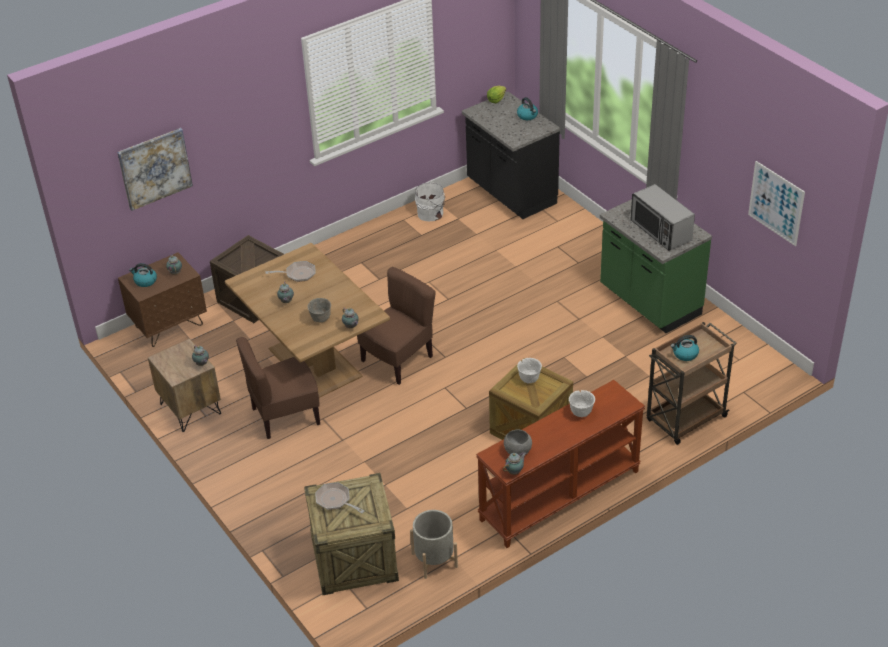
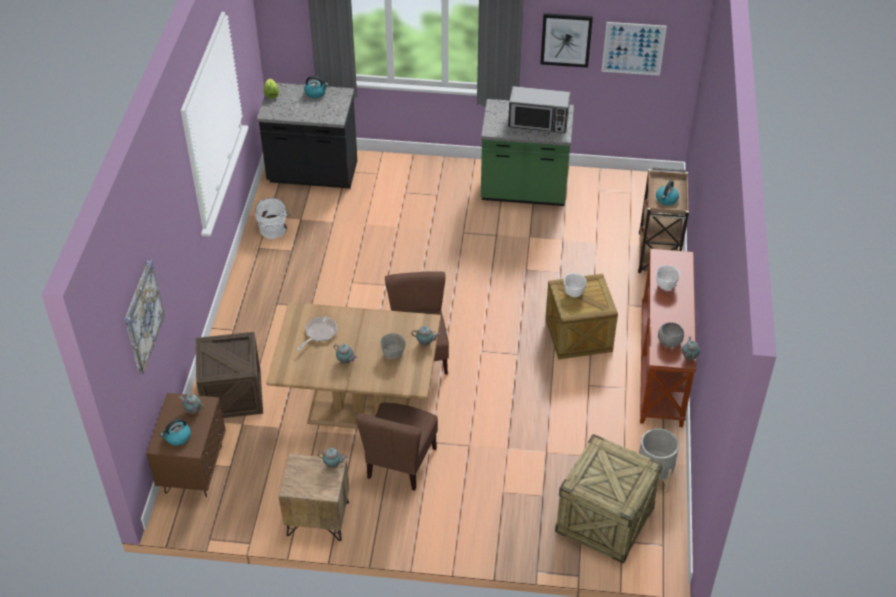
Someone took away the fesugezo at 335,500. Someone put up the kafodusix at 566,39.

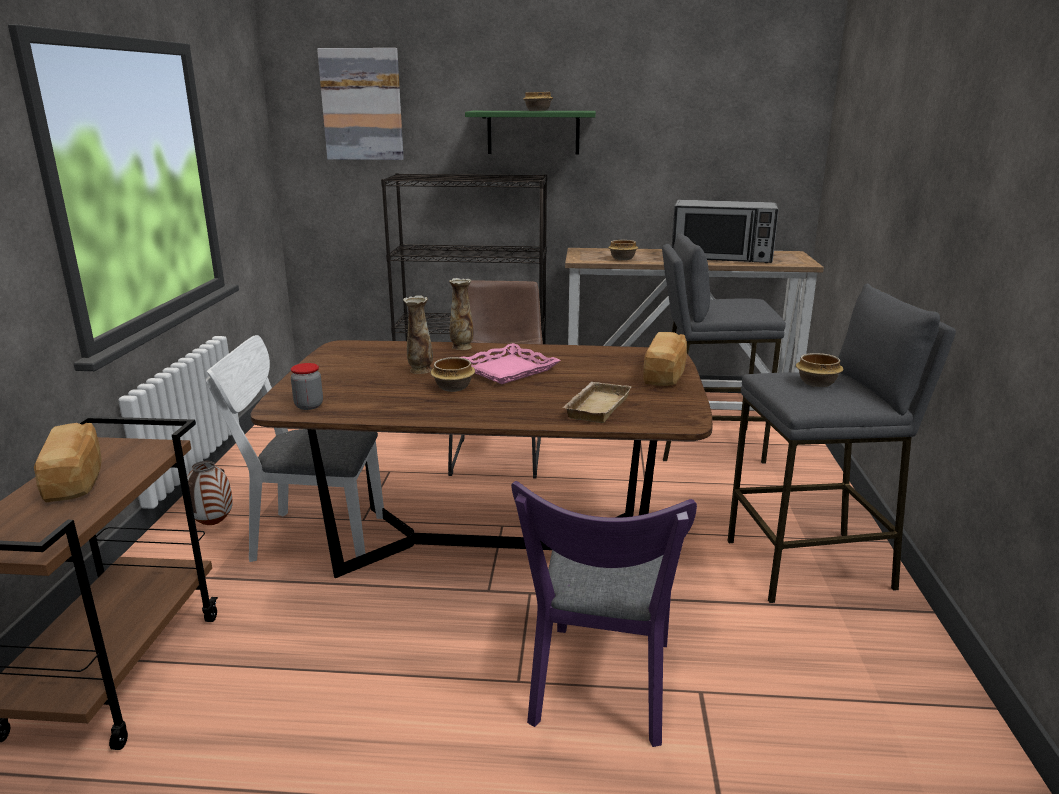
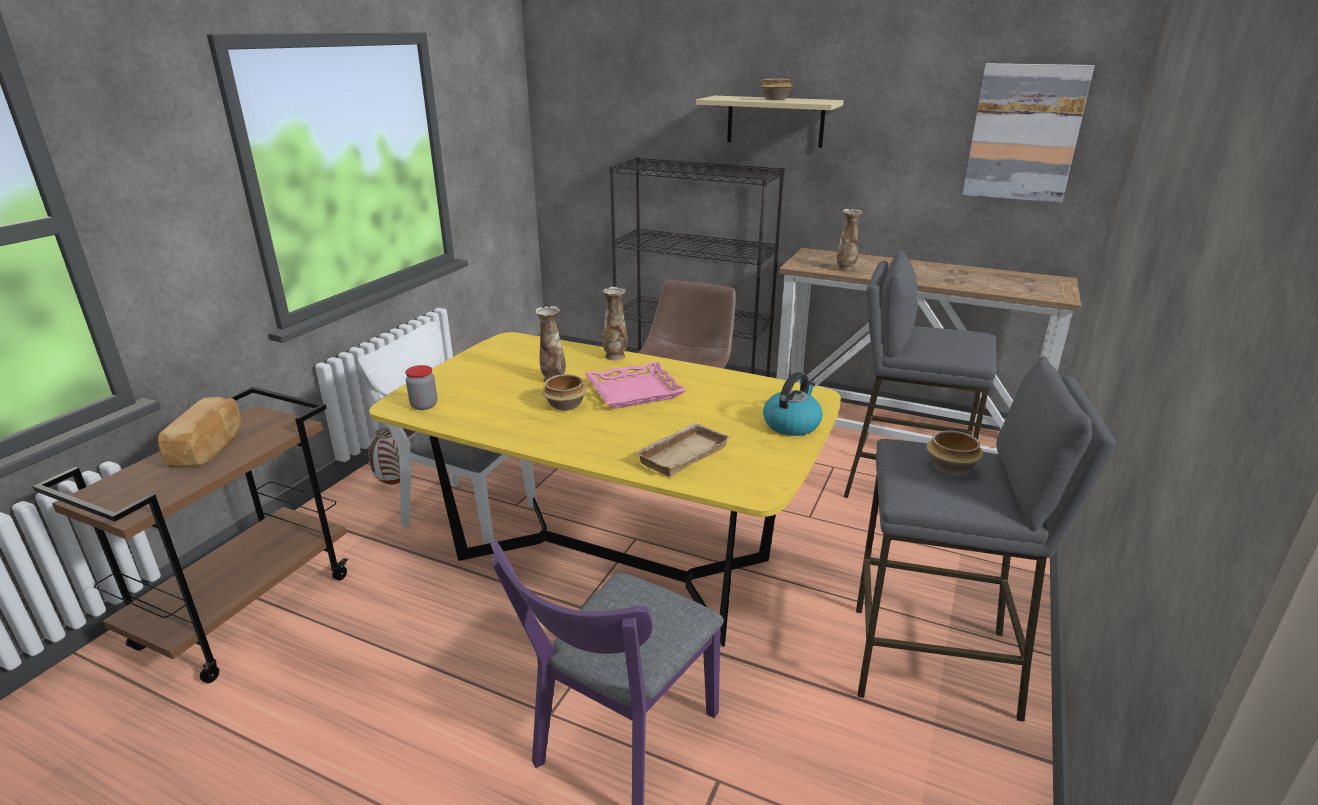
Someone took away the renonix at 721,257. Someone carried the kafodusix from 362,105 to 1024,133. Someone swapped the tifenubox at 622,259 for the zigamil at 845,269. Someone swapped the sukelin at 666,374 for the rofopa at 791,424. Someone repainted the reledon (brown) at 493,547, which became the reledon (yellow) at 613,561. Someone repainted the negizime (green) at 533,132, which became the negizime (beige) at 775,121.

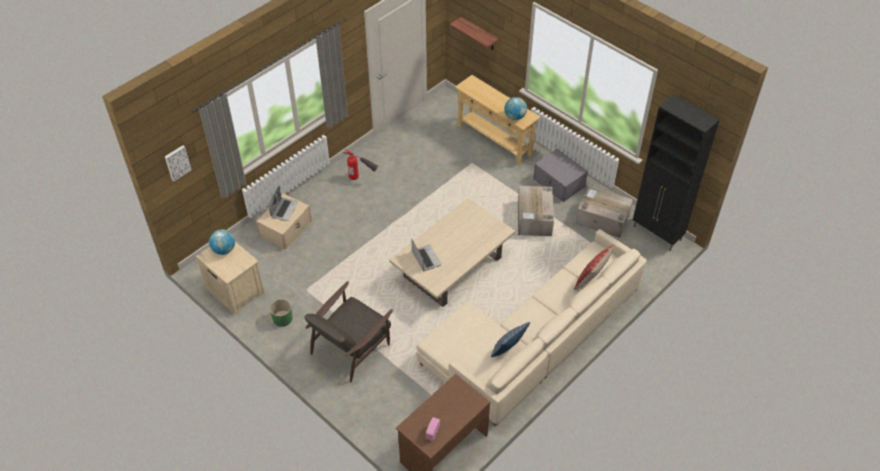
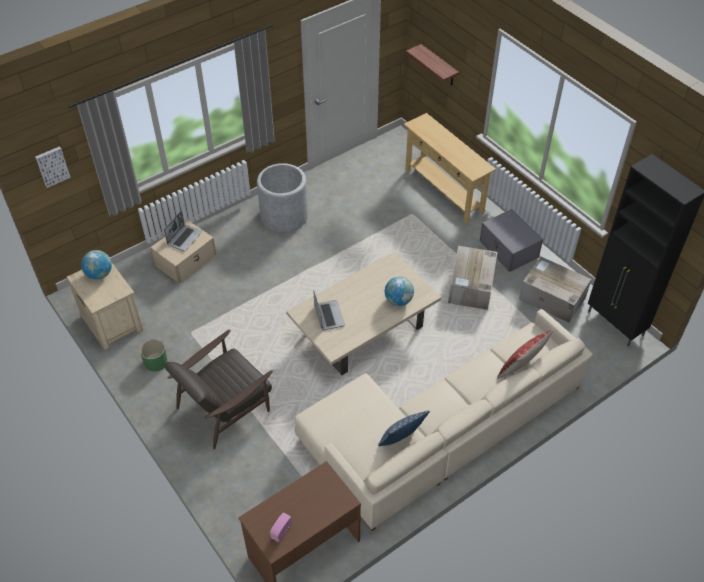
Someone carried the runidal from 515,117 to 398,300. Someone swapped the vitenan at 362,179 for the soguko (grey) at 284,216.

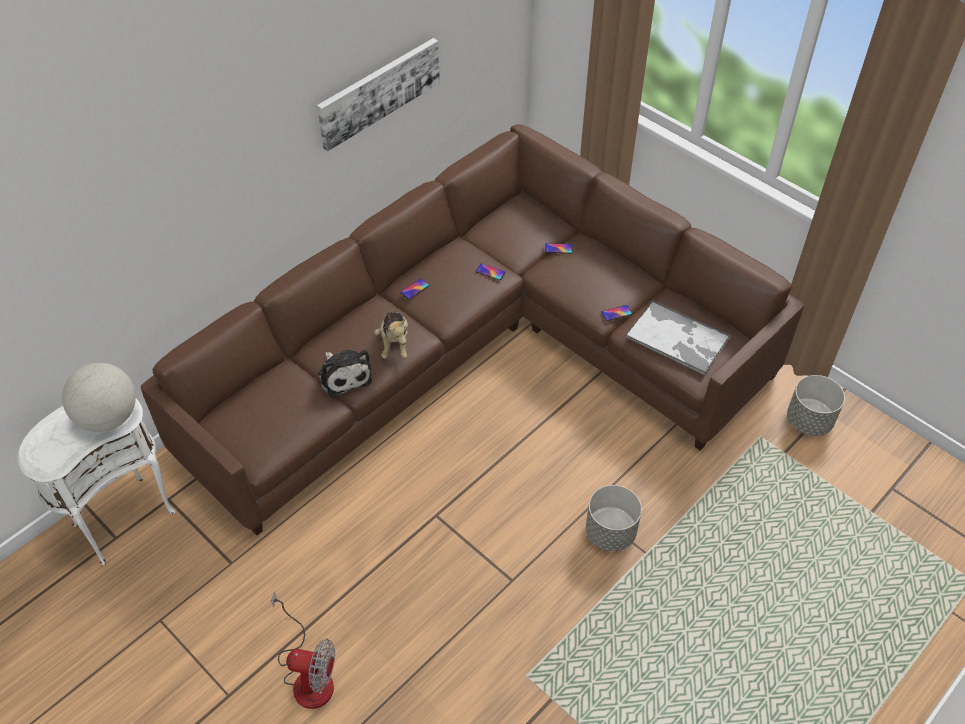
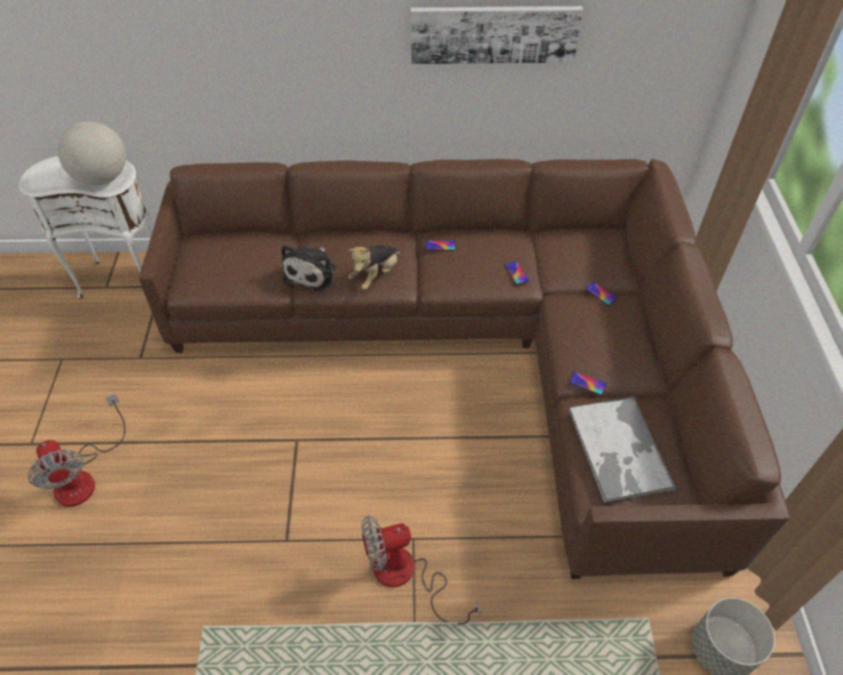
Someone swapped the soguko (grey) at 611,532 for the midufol at 406,576.

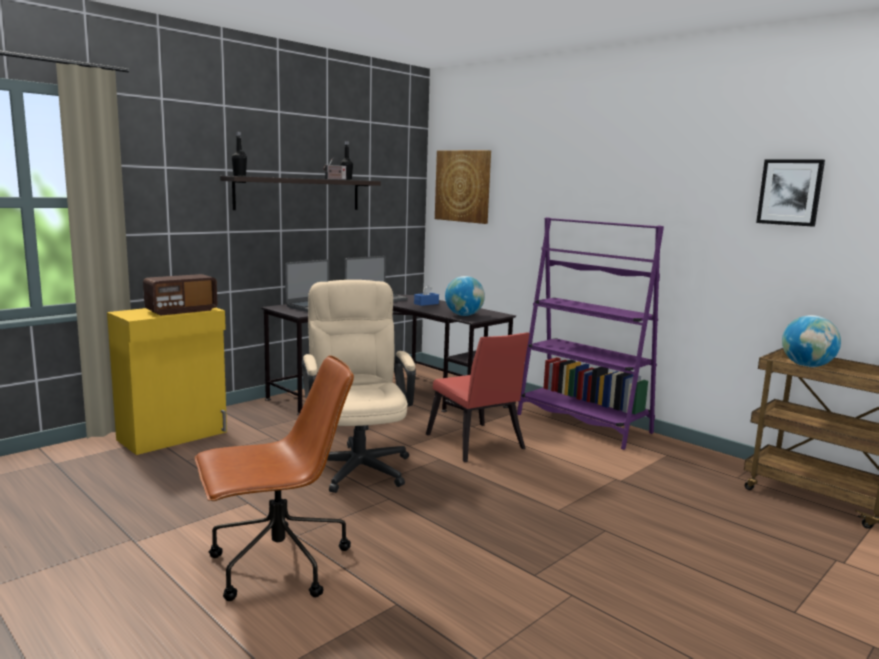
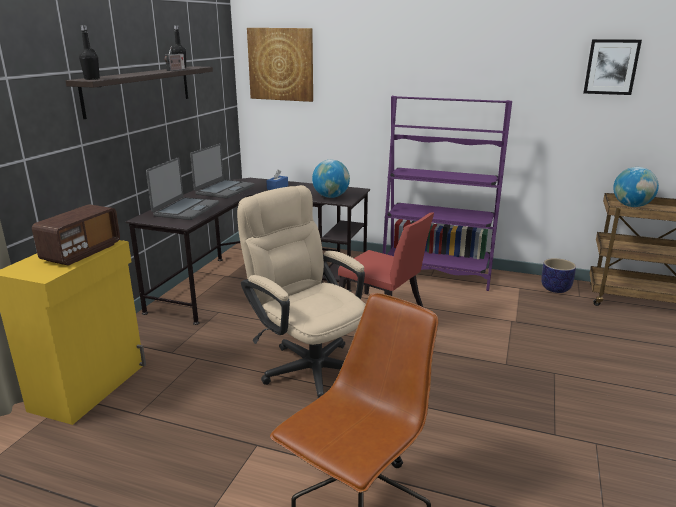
Someone put down the soguko at 555,289.

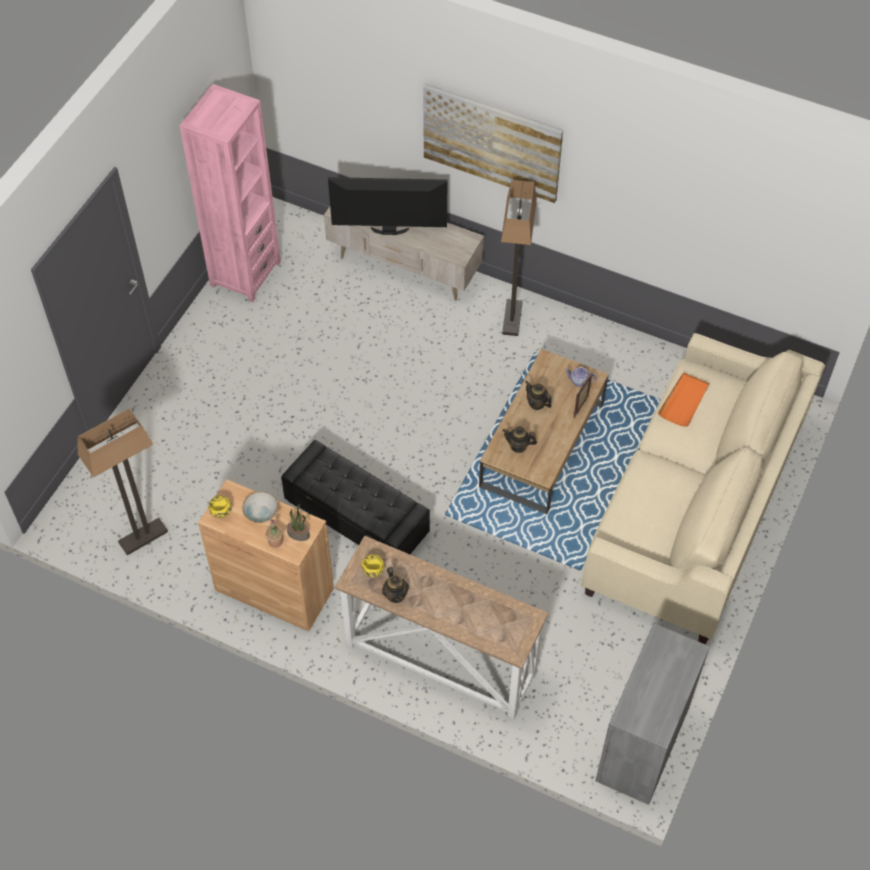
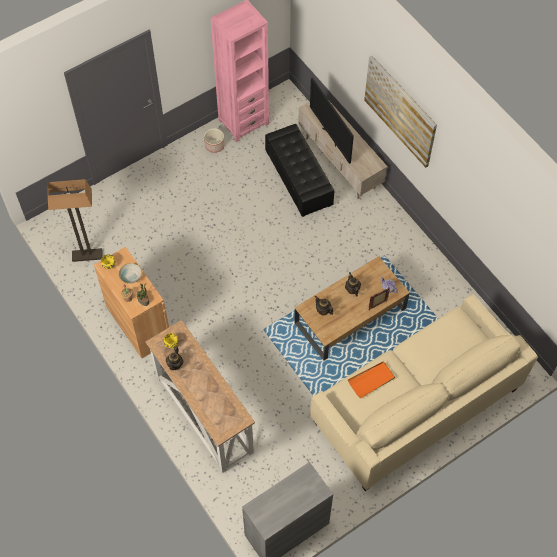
Someone took away the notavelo at 512,319. Someone put down the soguko at 214,145. Someone carried the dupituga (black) from 356,517 to 298,179. Someone carried the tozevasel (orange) from 684,401 to 371,380. Someone rotated the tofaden at 389,231 by 150 degrees counterclockwise.

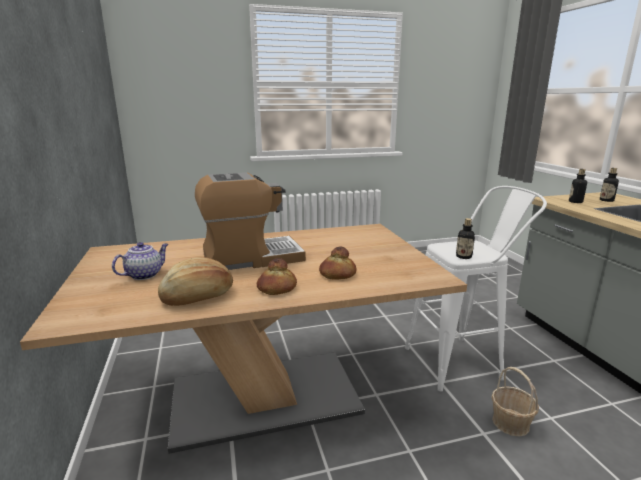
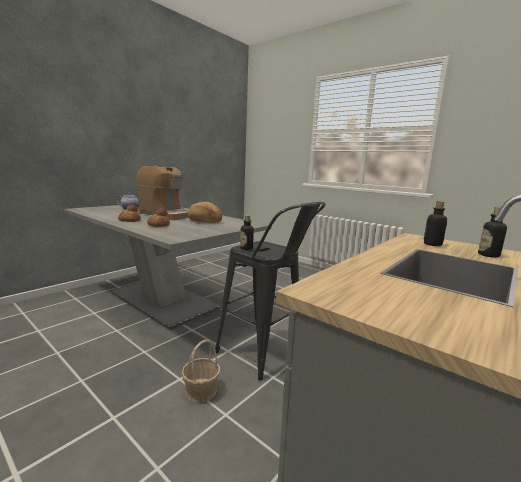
Someone carried the sukelin from 198,296 to 204,221. Someone repainted the reledon (brown) at 265,397, which became the reledon (grey) at 164,300. Someone repainted the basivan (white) at 461,362, which became the basivan (black) at 265,355.

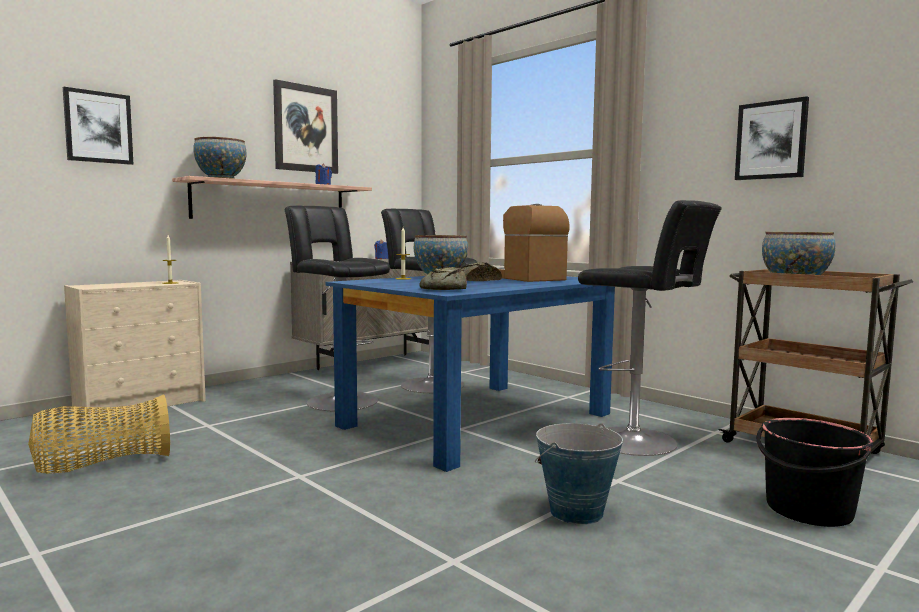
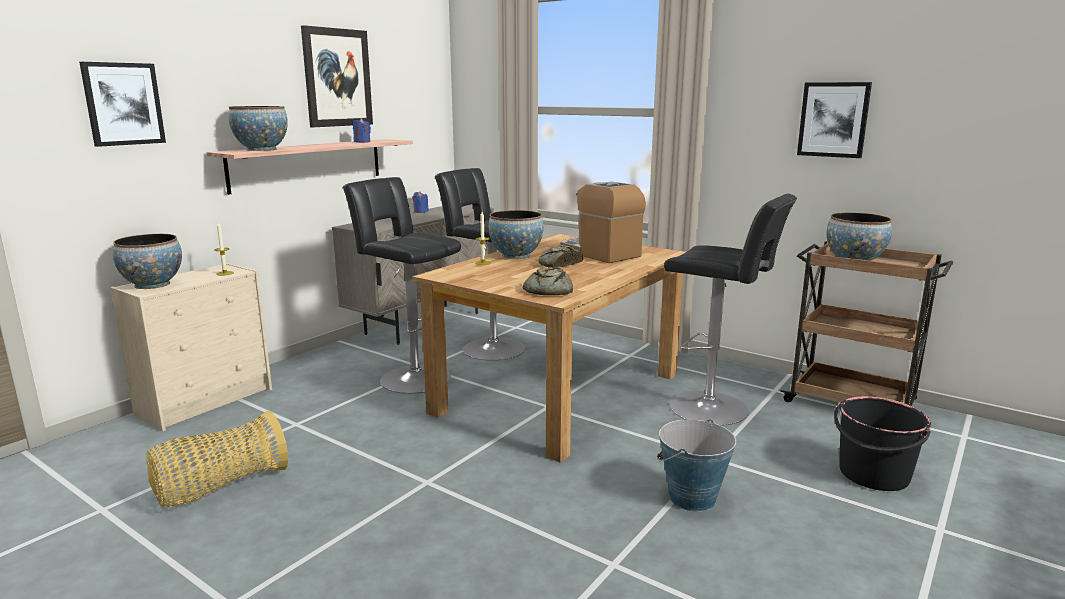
Someone put down the tifenubox at 153,285. Someone repainted the reledon (blue) at 477,420, which became the reledon (brown) at 559,394.

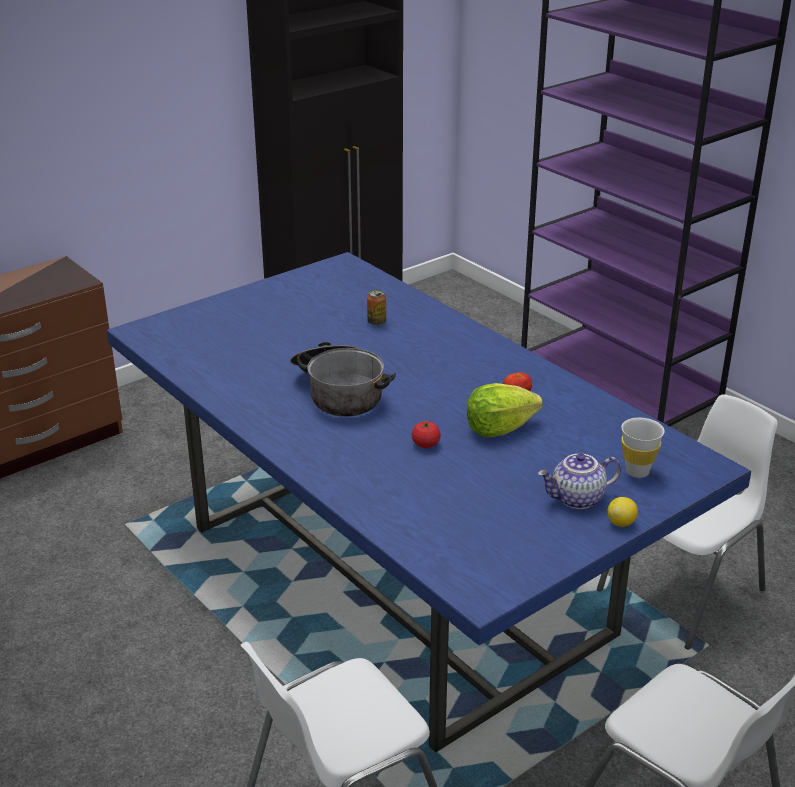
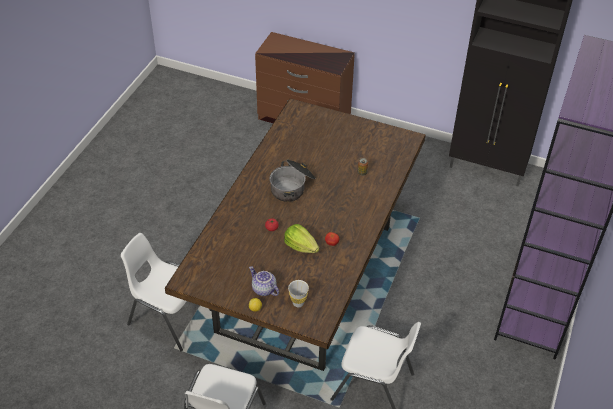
Someone repainted the reledon (blue) at 398,582, which became the reledon (brown) at 305,279.

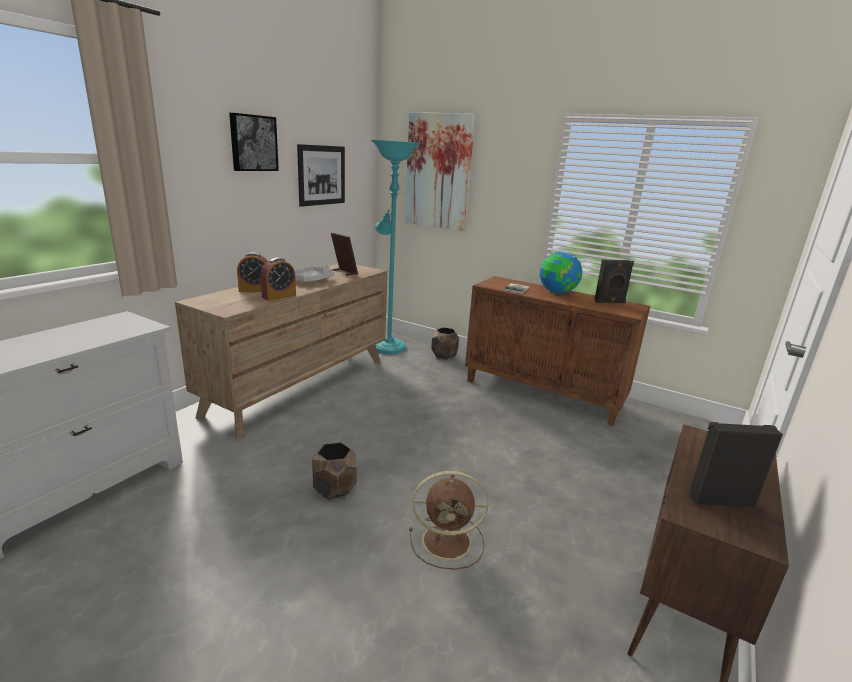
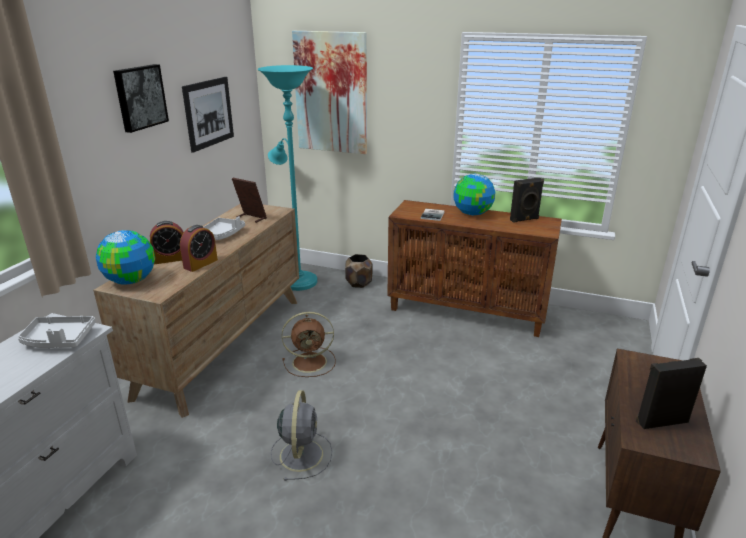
Someone put down the tozevasel (grey) at 59,340. Someone put down the runidal at 130,280. Someone carried the midufol (brown) from 449,541 to 311,362. Someone swapped the soguko (brown) at 334,489 for the midufol (grey) at 301,453.

